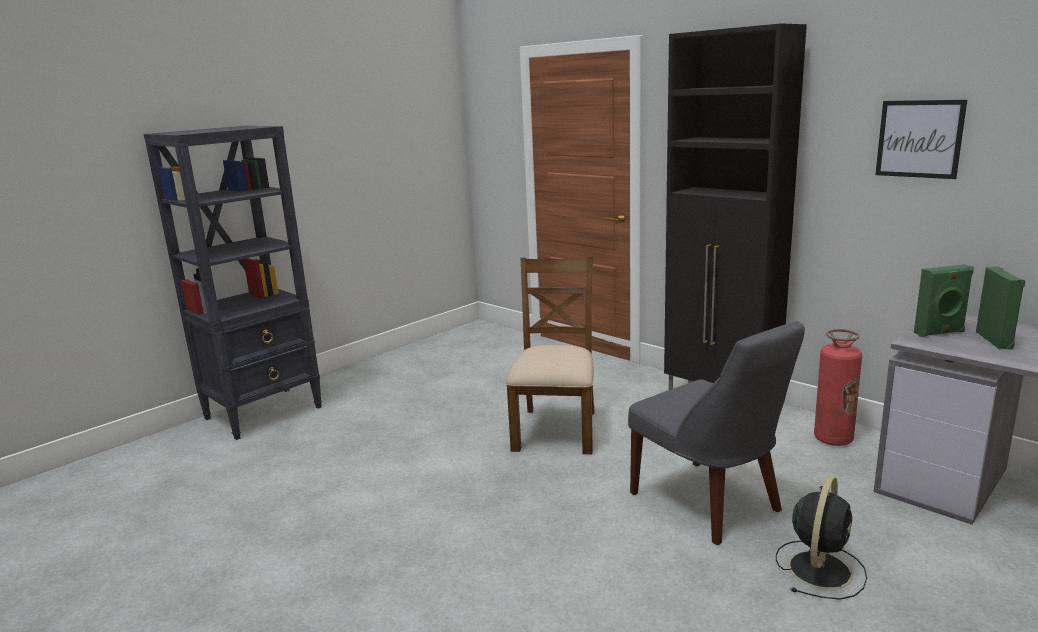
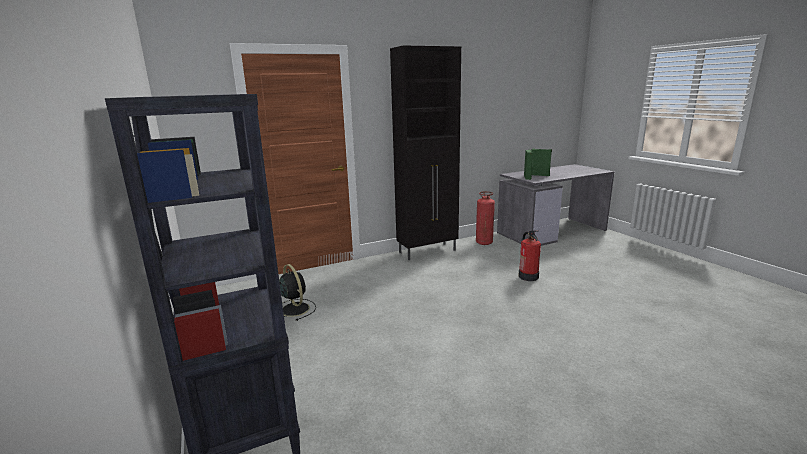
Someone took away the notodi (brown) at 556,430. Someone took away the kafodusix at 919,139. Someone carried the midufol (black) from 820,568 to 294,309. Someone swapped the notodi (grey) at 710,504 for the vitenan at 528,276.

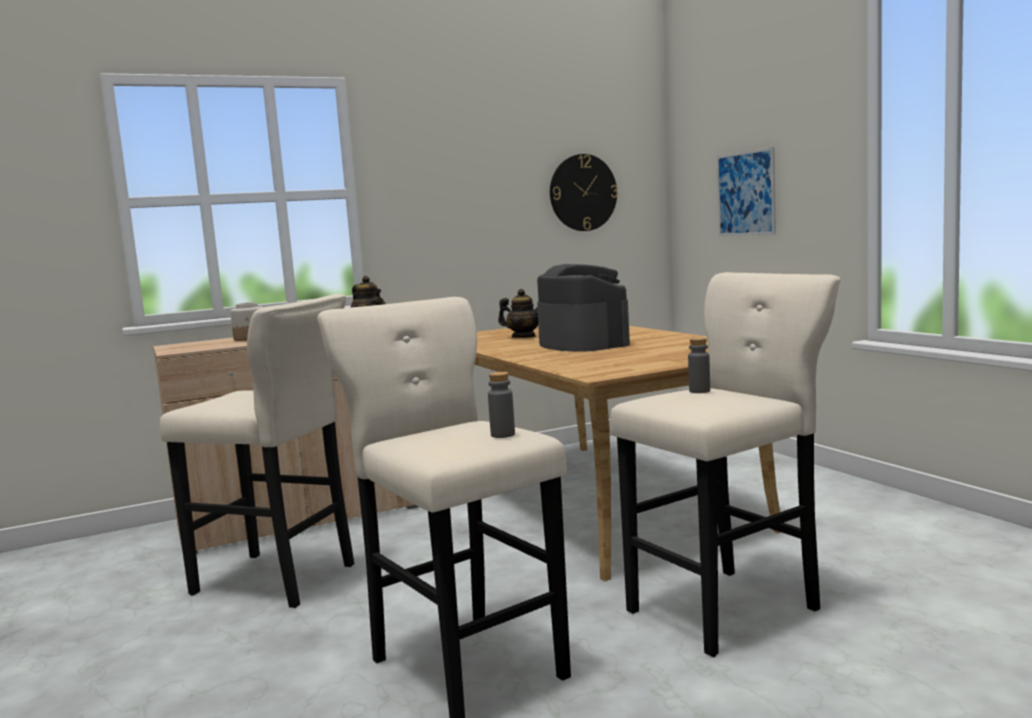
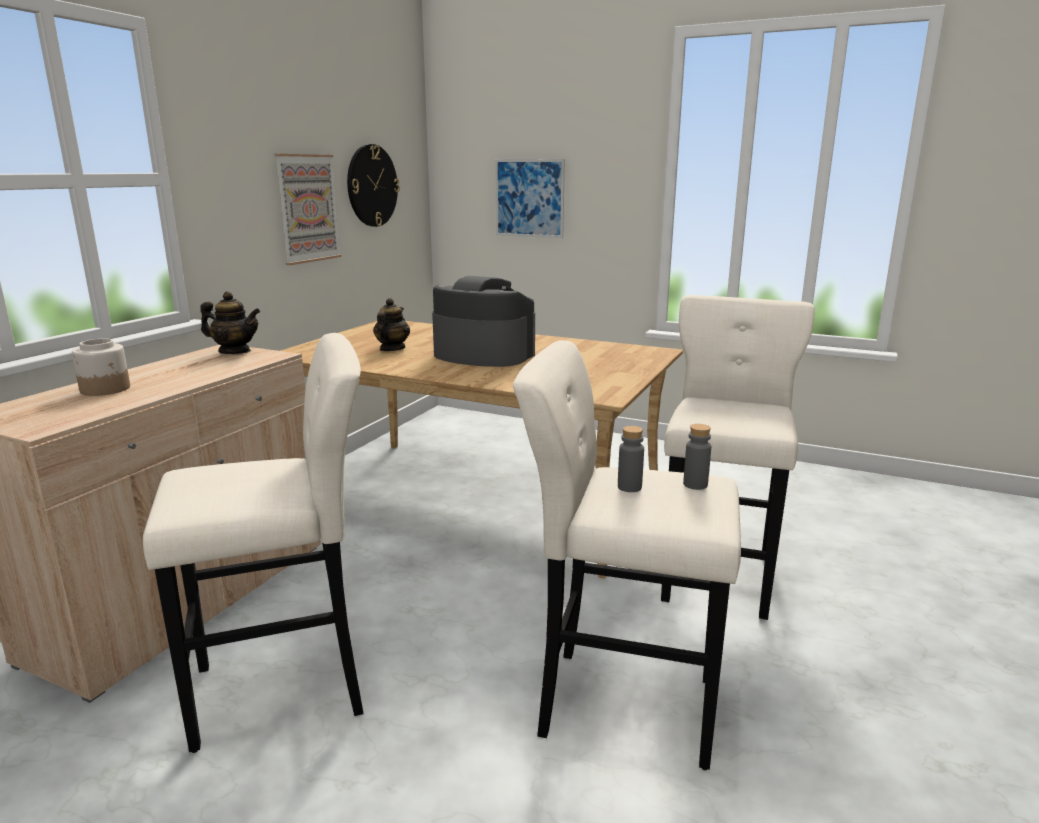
Someone put up the kafodusix at 308,208. Someone carried the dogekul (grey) from 699,391 to 629,487. Someone rotated the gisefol at 523,337 by 60 degrees counterclockwise.

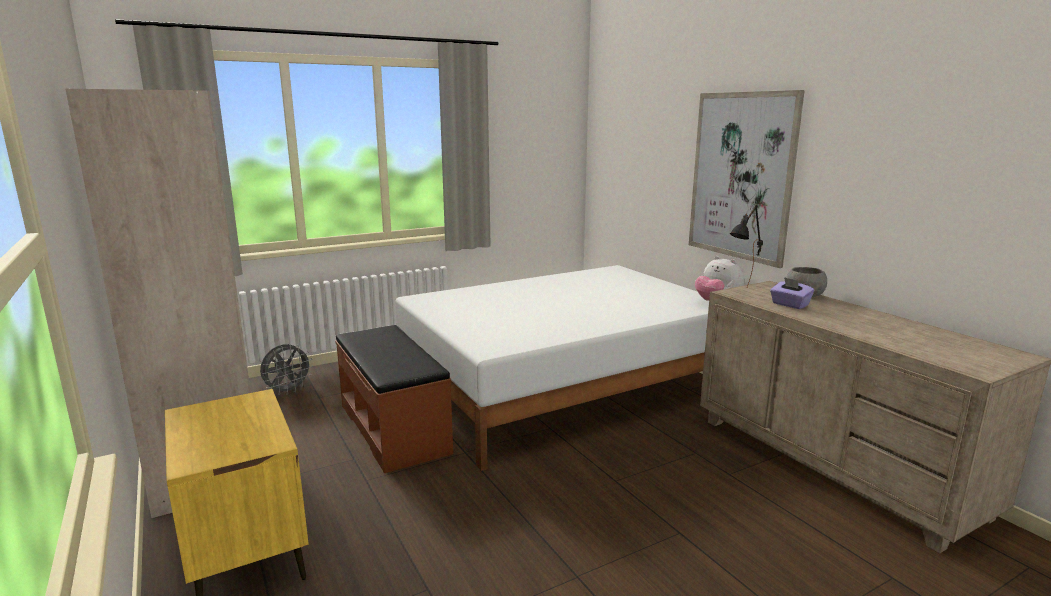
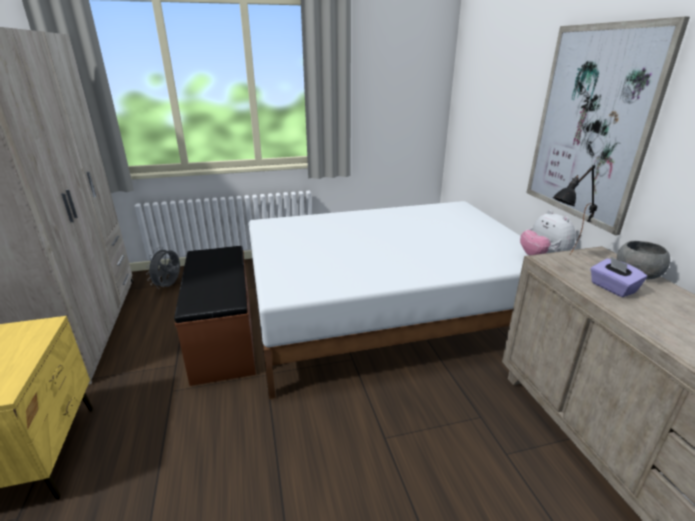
Someone rotated the midufol (grey) at 288,391 by 135 degrees clockwise.

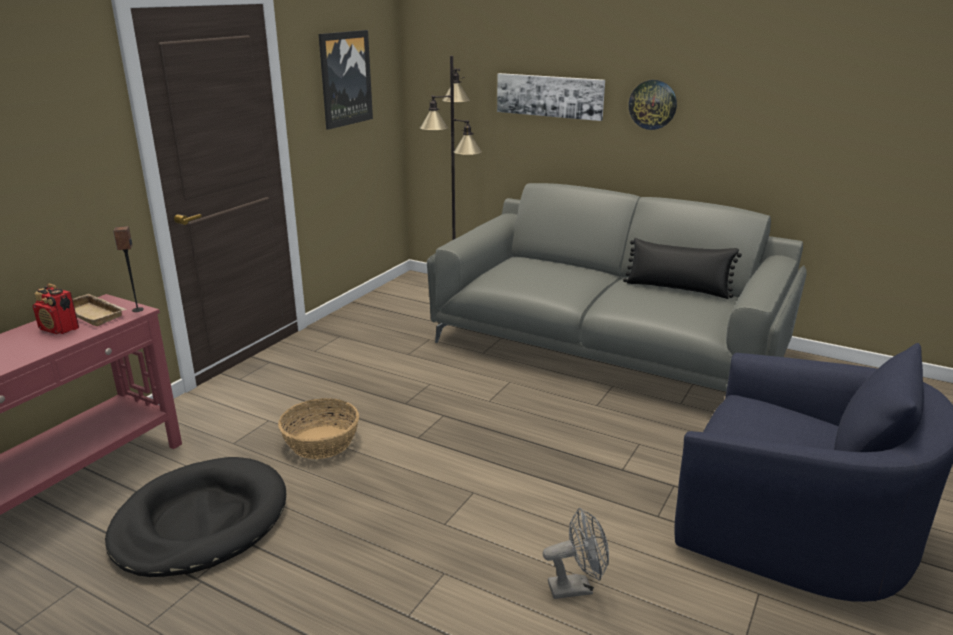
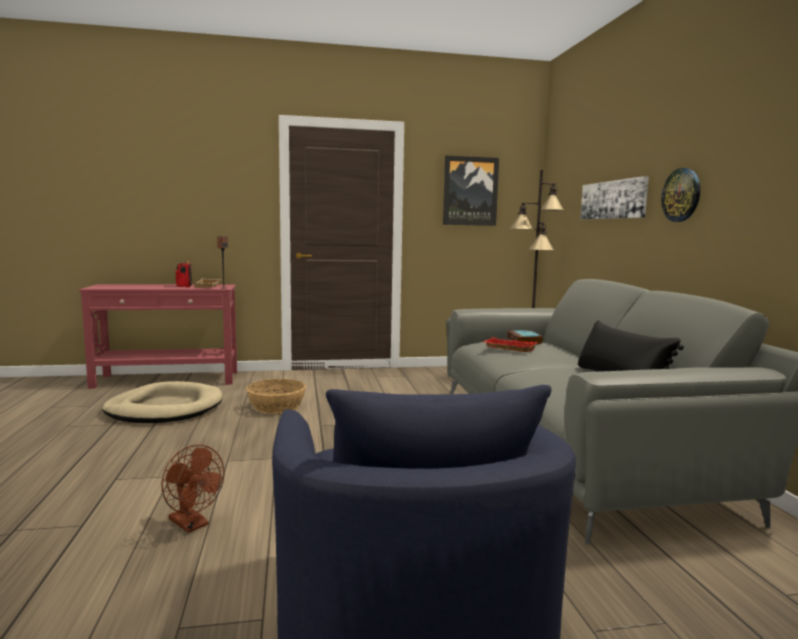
Someone put down the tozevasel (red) at 508,348. Someone put down the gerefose at 524,340. Someone repainted the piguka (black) at 201,522, which became the piguka (beige) at 165,408. Someone repainted the midufol (grey) at 577,587, which became the midufol (brown) at 192,524.

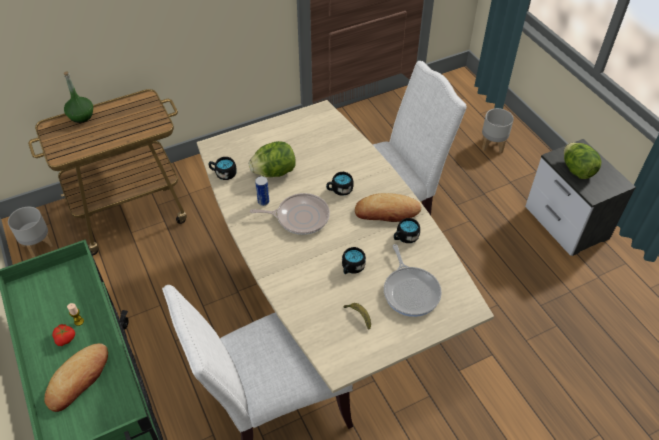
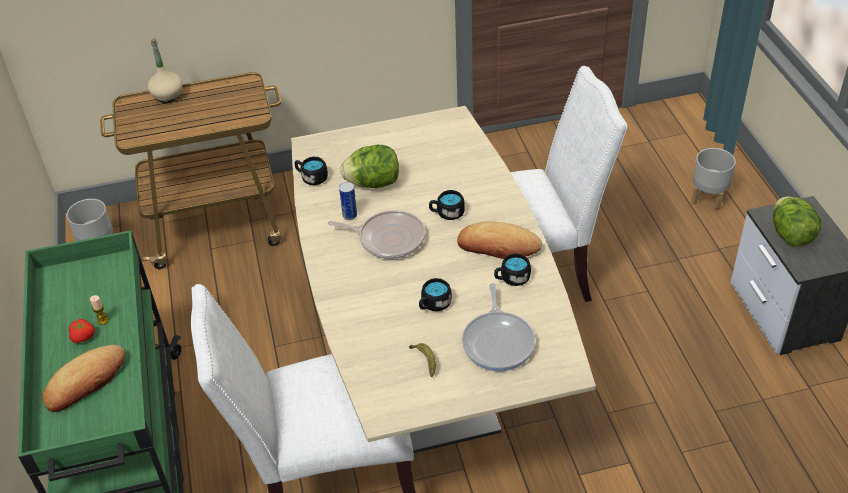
Someone repainted the dogekul (green) at 81,116, which became the dogekul (beige) at 167,95.

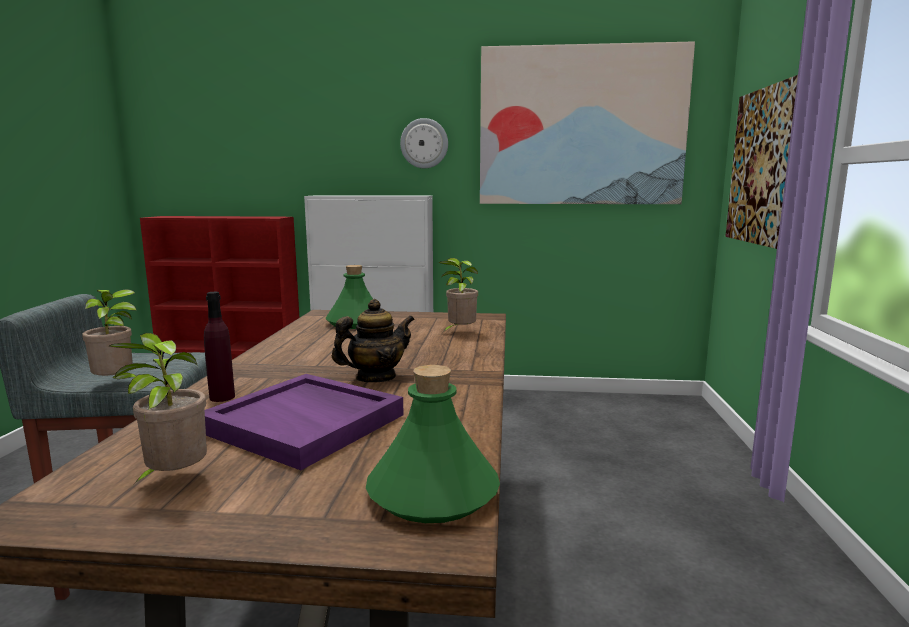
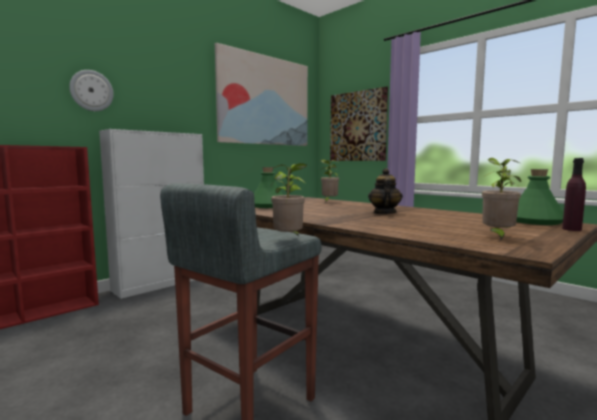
Someone took away the tozevasel (purple) at 306,423. Someone carried the dogekul (purple) from 222,397 to 571,229. Someone carried the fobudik from 424,143 to 91,91.

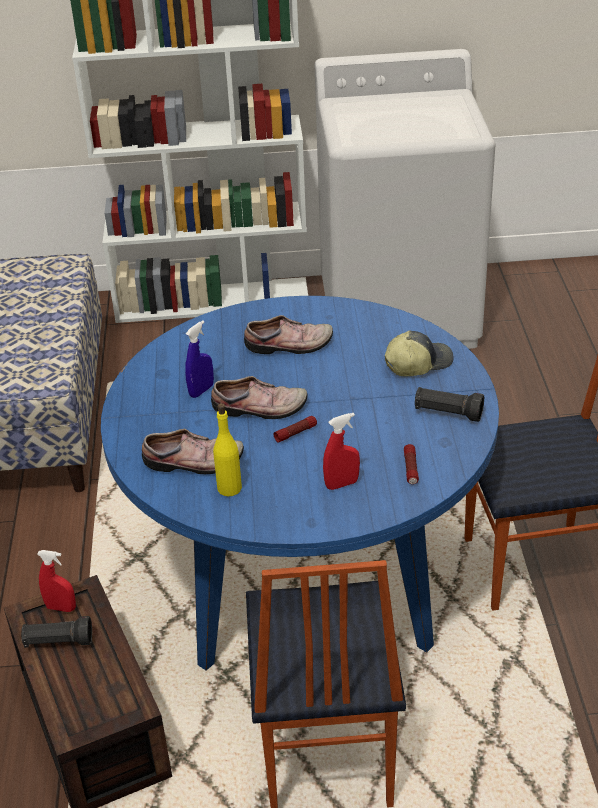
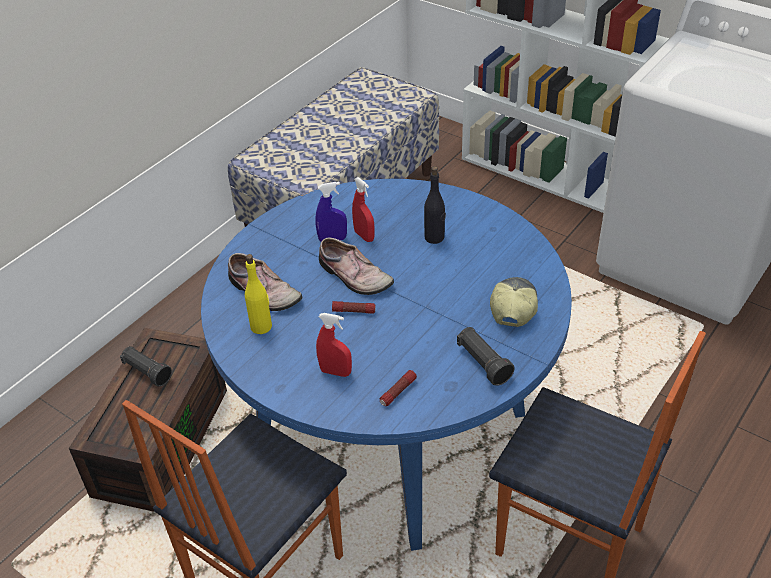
Someone carried the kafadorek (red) from 61,608 to 364,236. Someone swapped the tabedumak at 290,346 for the dogekul (black) at 434,237. Someone rotated the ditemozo at 417,363 by 90 degrees counterclockwise.

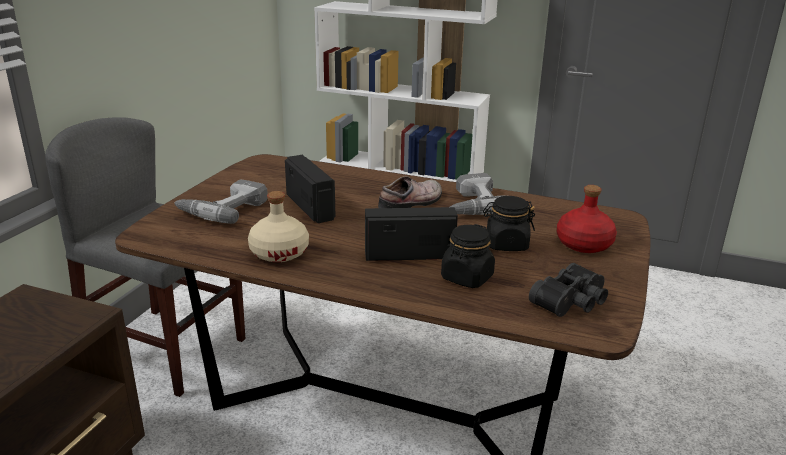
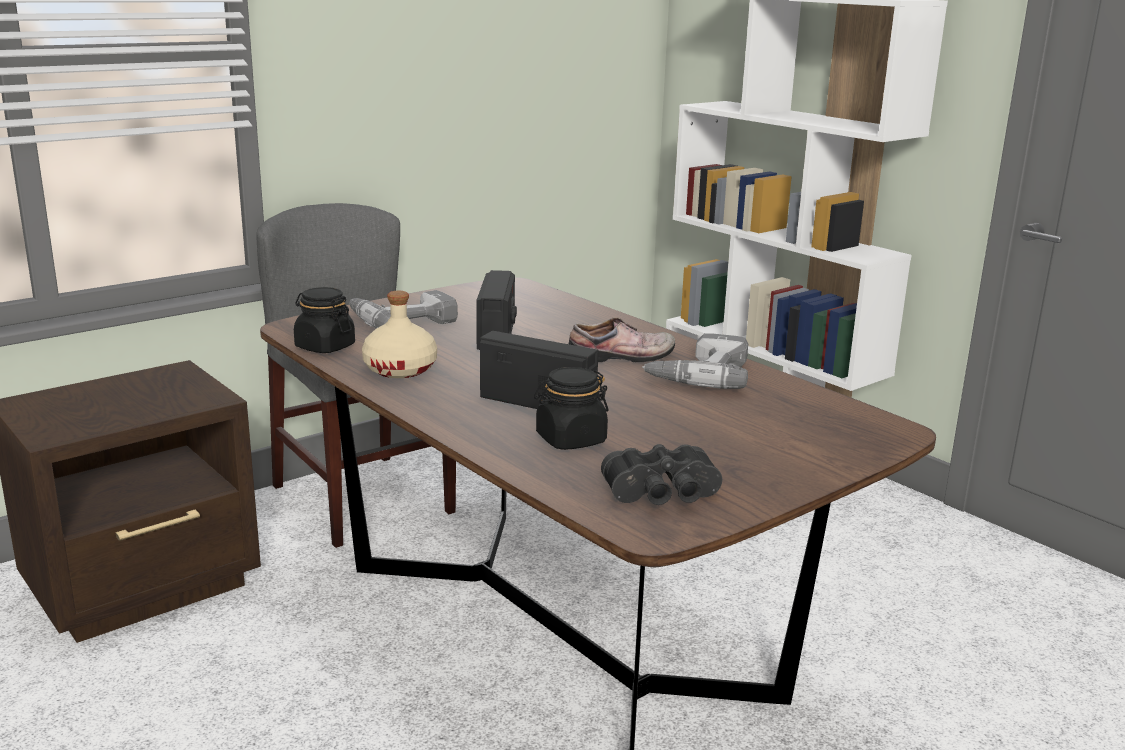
Someone took away the dogekul (red) at 583,244. Someone carried the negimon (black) from 506,244 to 324,347.

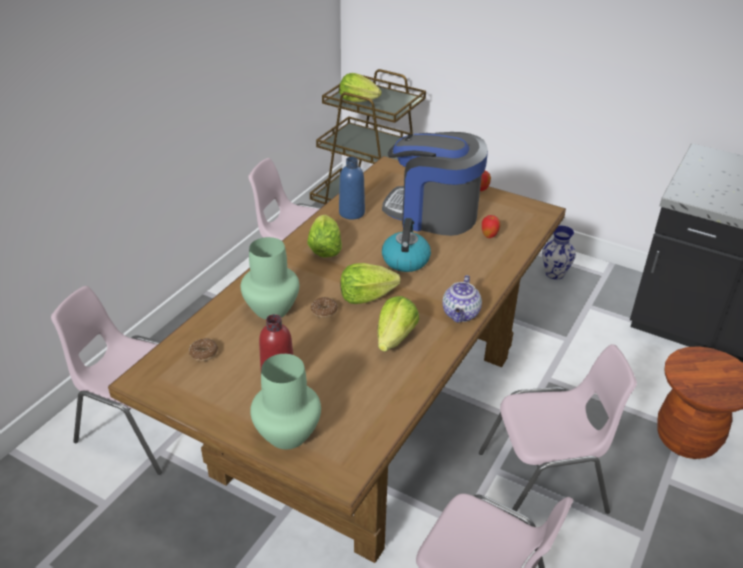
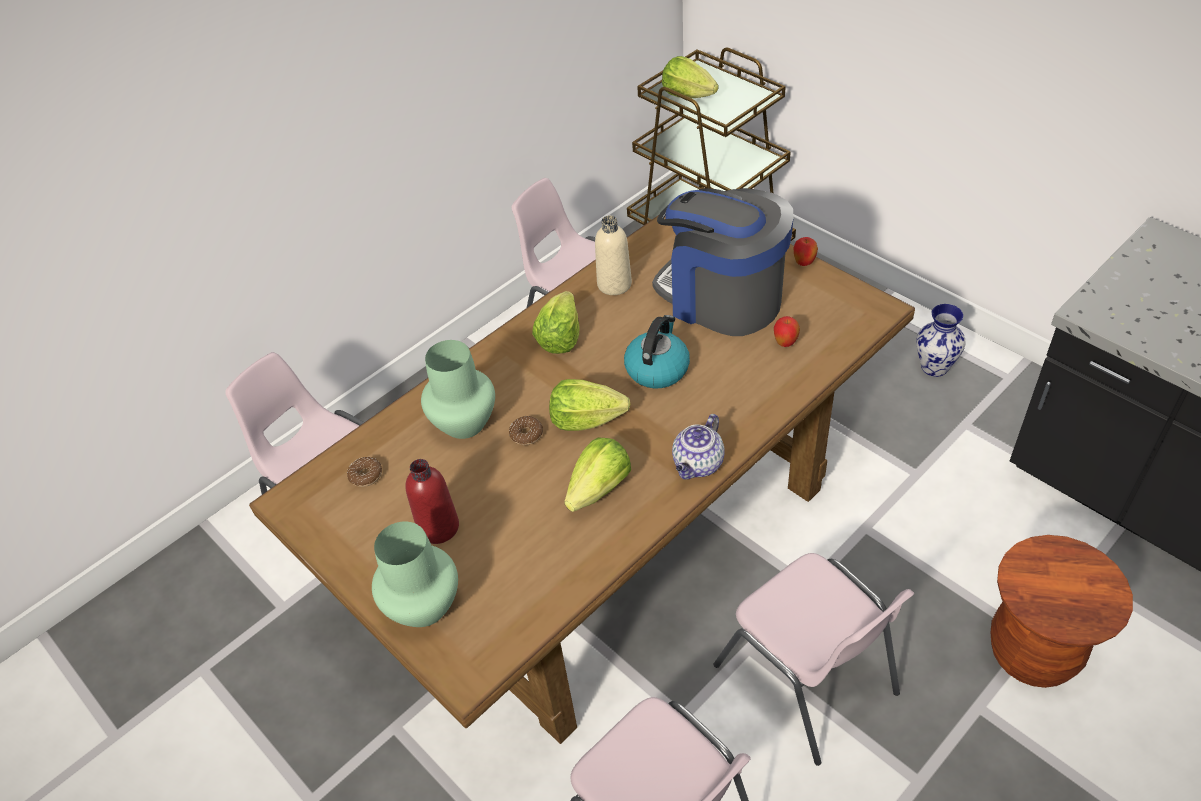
Someone repainted the dogekul (blue) at 351,213, which became the dogekul (beige) at 614,284. Someone rotated the notodi (pink) at 544,483 by 45 degrees clockwise.

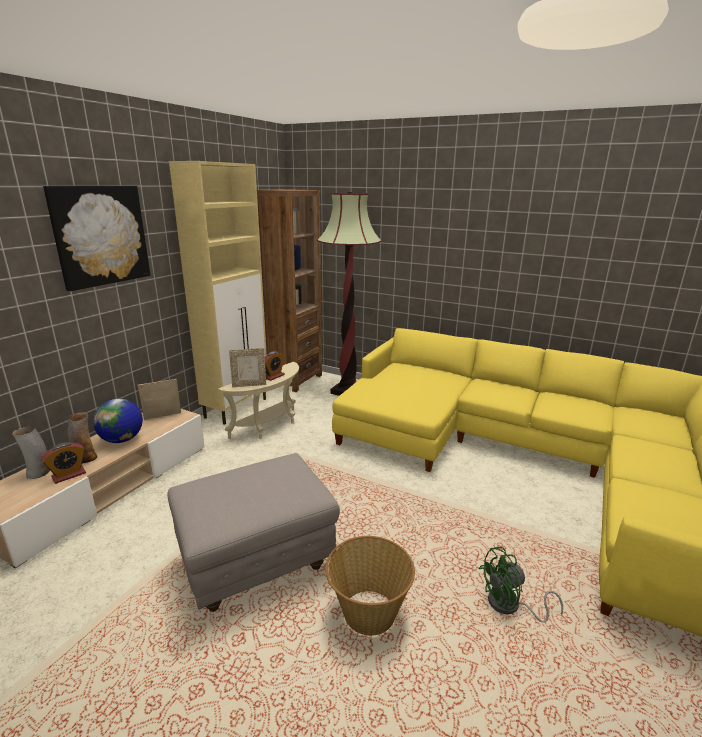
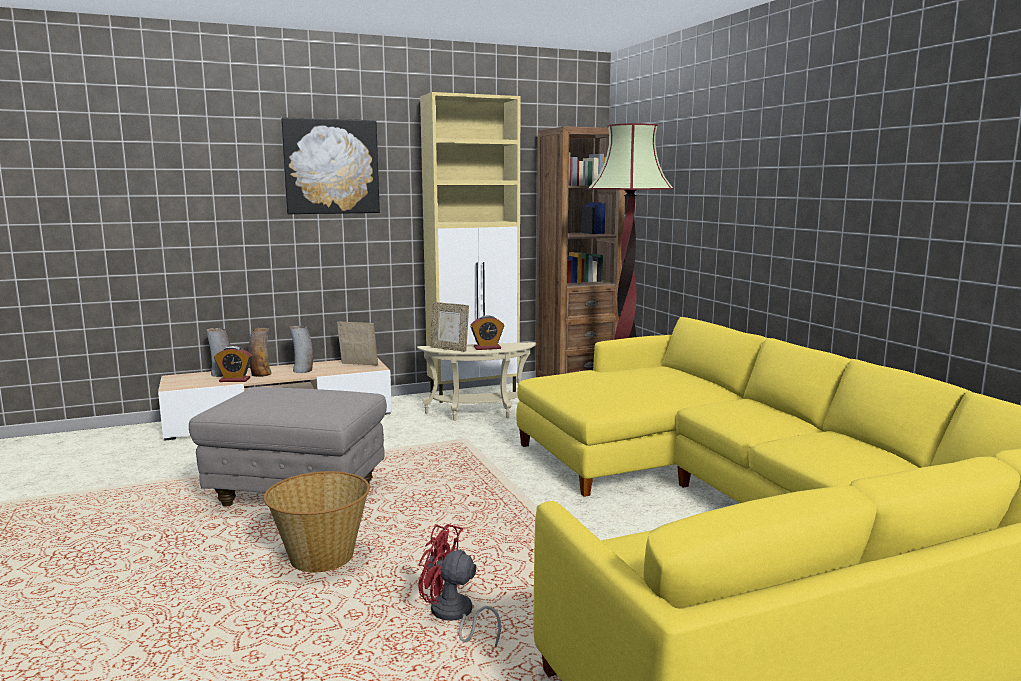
Someone swapped the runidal at 122,440 for the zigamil at 303,371. Someone repainted the midufol (green) at 510,606, which became the midufol (red) at 454,616.

